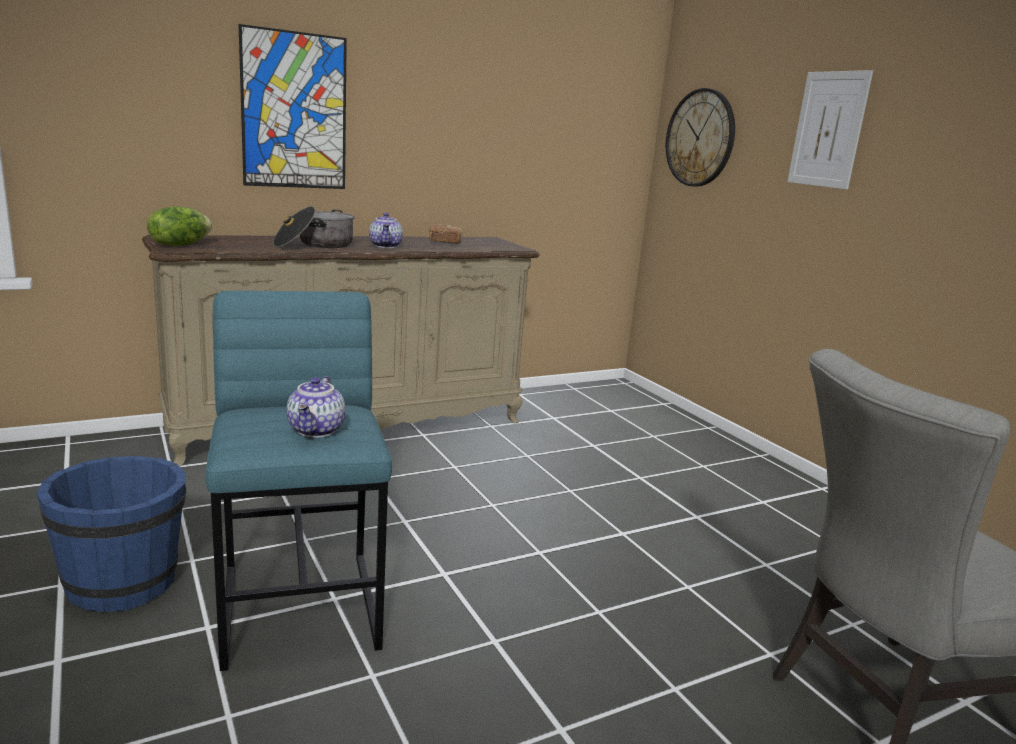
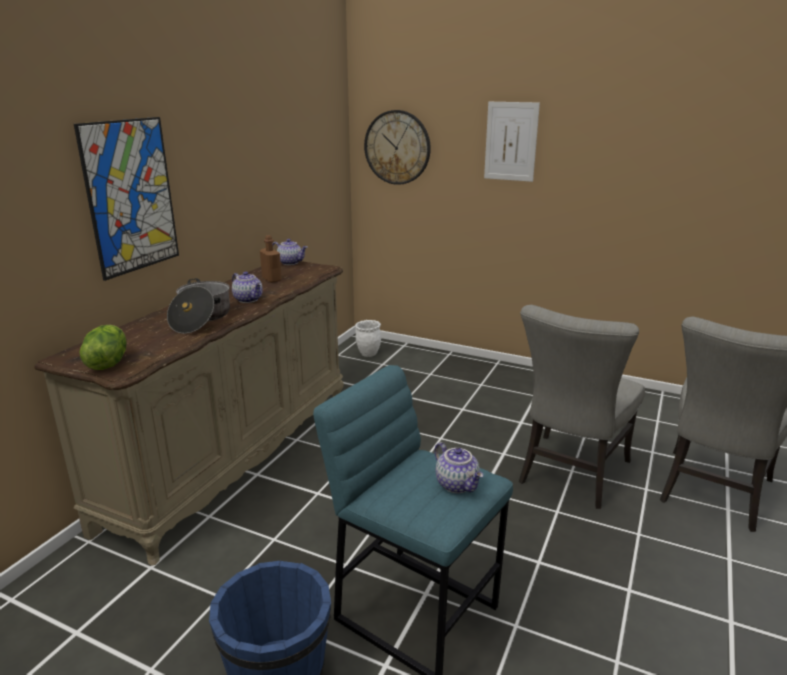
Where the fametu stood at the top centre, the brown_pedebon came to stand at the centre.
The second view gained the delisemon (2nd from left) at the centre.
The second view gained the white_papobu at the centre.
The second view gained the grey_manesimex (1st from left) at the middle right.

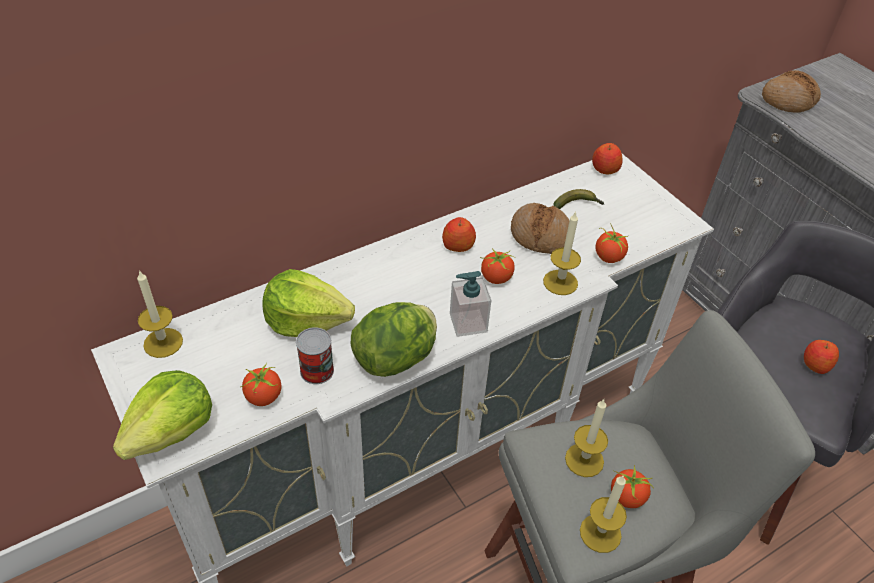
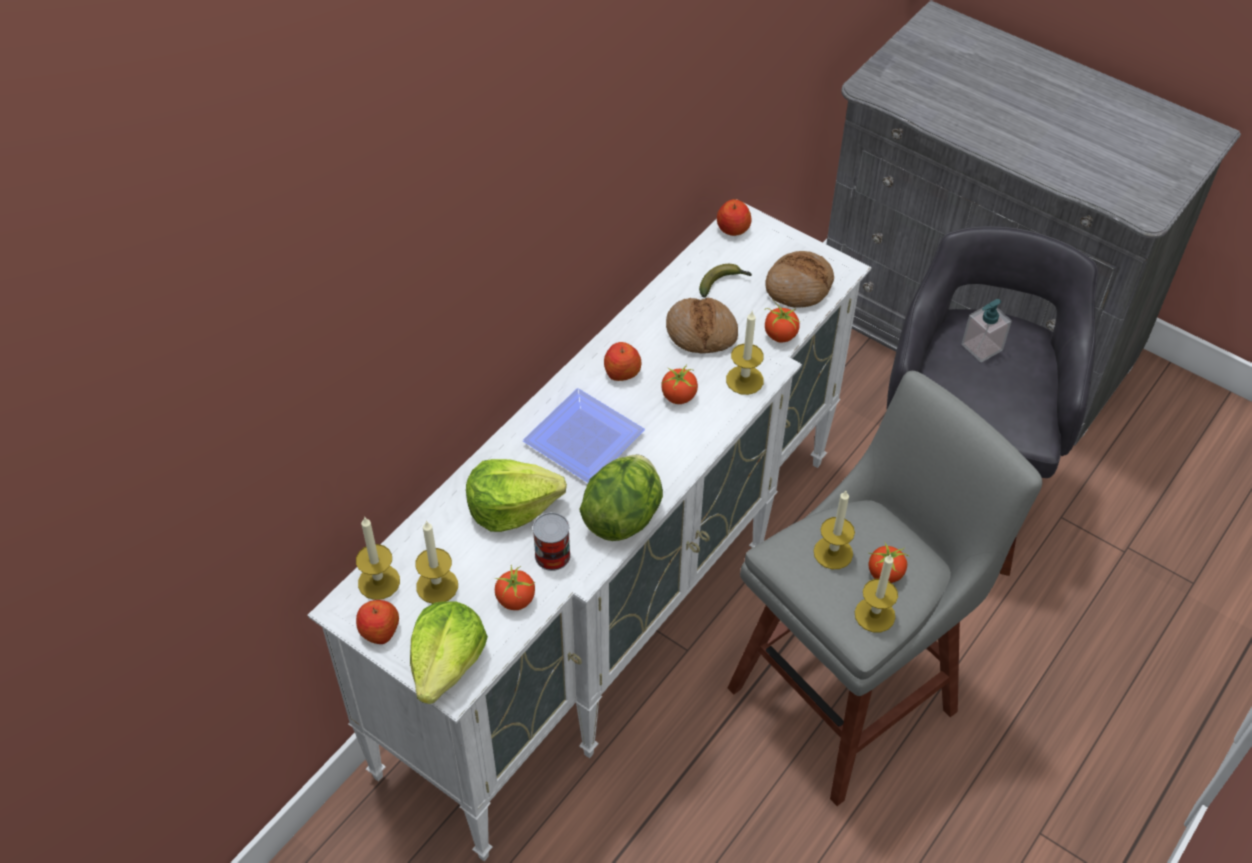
The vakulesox (3rd from left in the first image) ended up elsewhere, having gone from the middle right to the bottom left.
The second view gained the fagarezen (2nd from left) at the centre.
The second view gained the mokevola at the centre.
The fametu (2nd from left) ended up elsewhere, having gone from the top right to the top centre.
The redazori ended up elsewhere, having gone from the centre to the middle right.

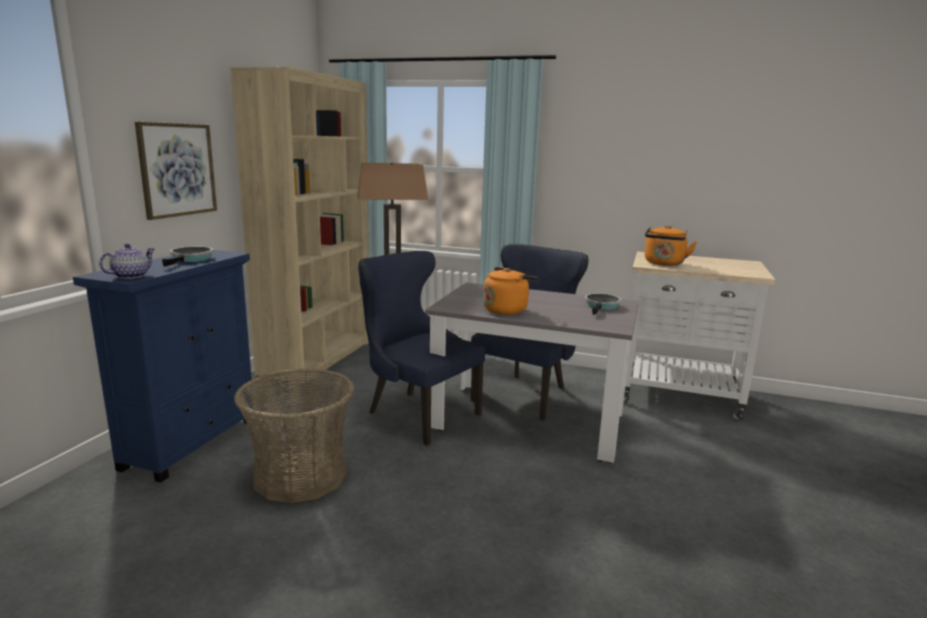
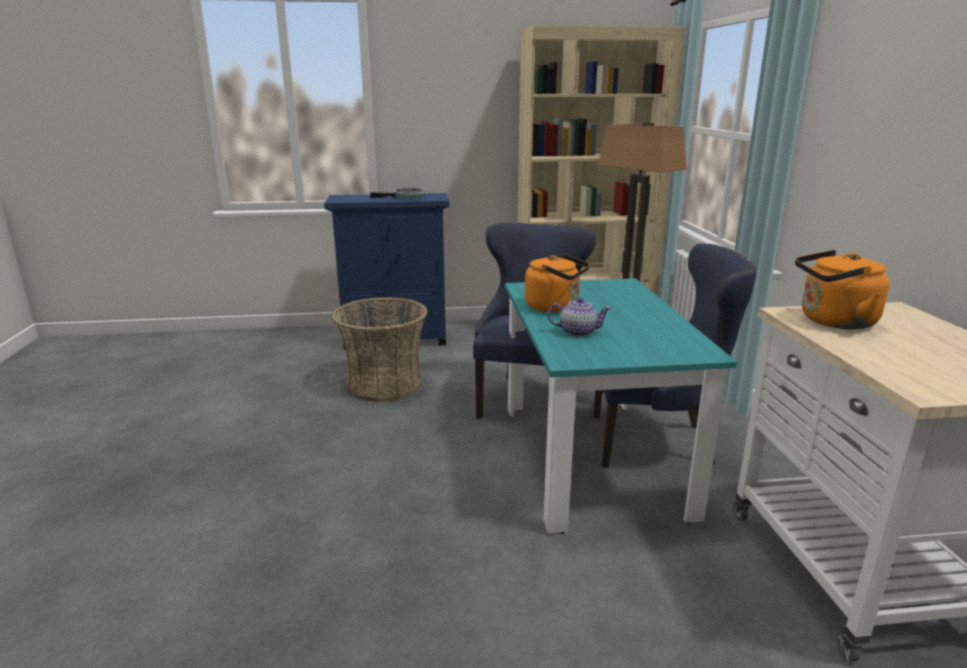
What was the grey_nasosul at the centre turned into the turquoise_nasosul at the centre.
The delisemon ended up elsewhere, having gone from the middle left to the centre.
The second view lost the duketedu at the top left.
The second view lost the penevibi (2nd from left) at the centre.

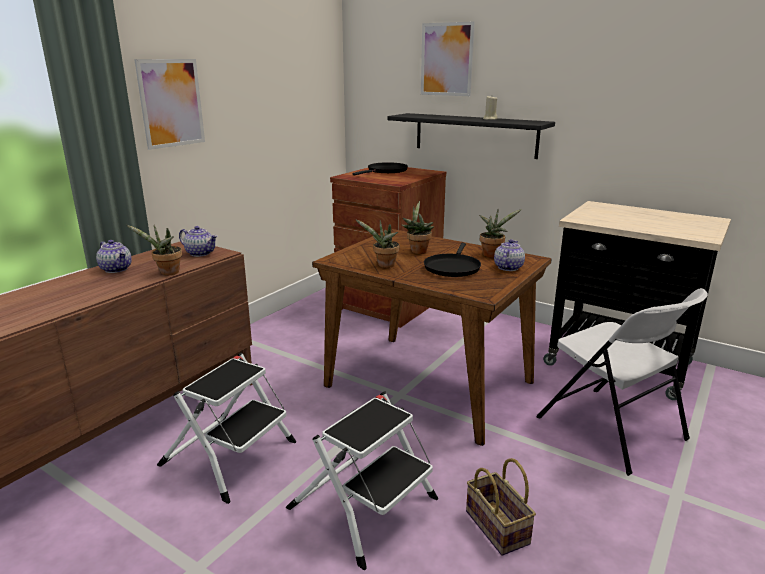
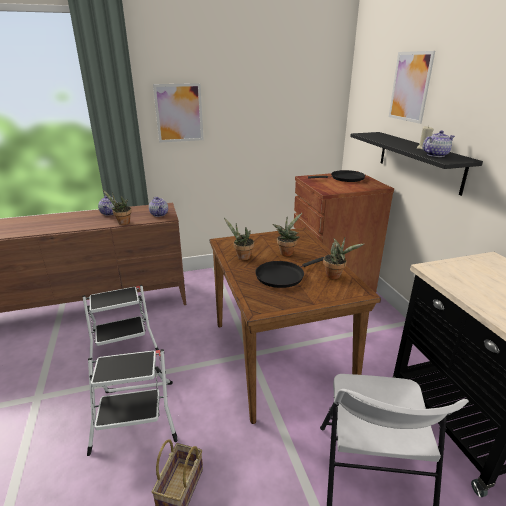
The delisemon (3rd from left) ended up elsewhere, having gone from the centre to the top right.

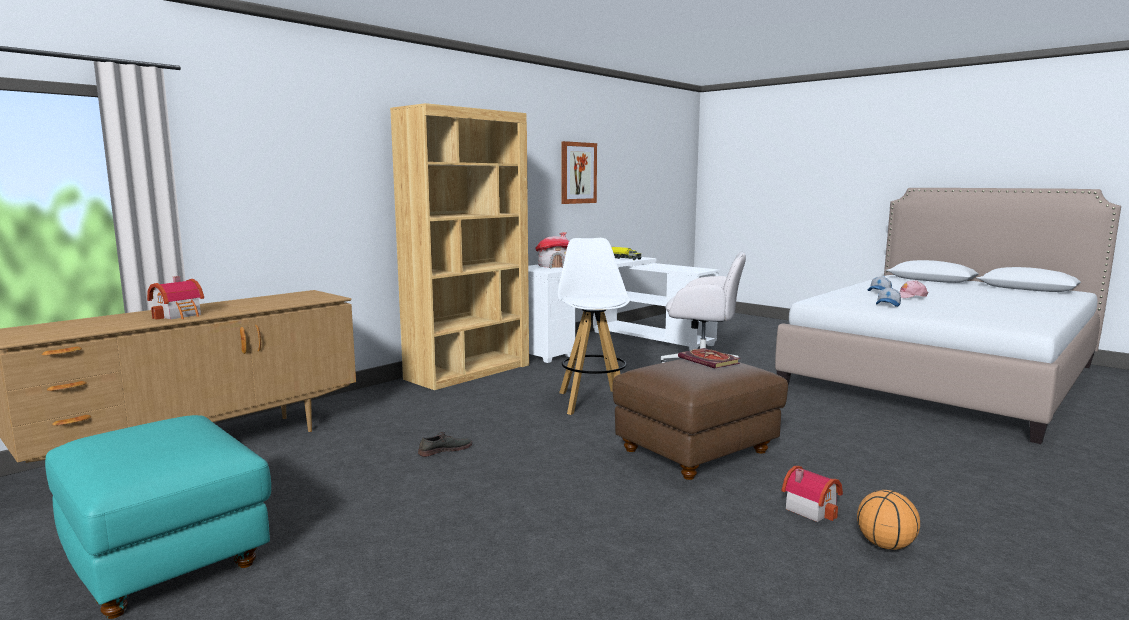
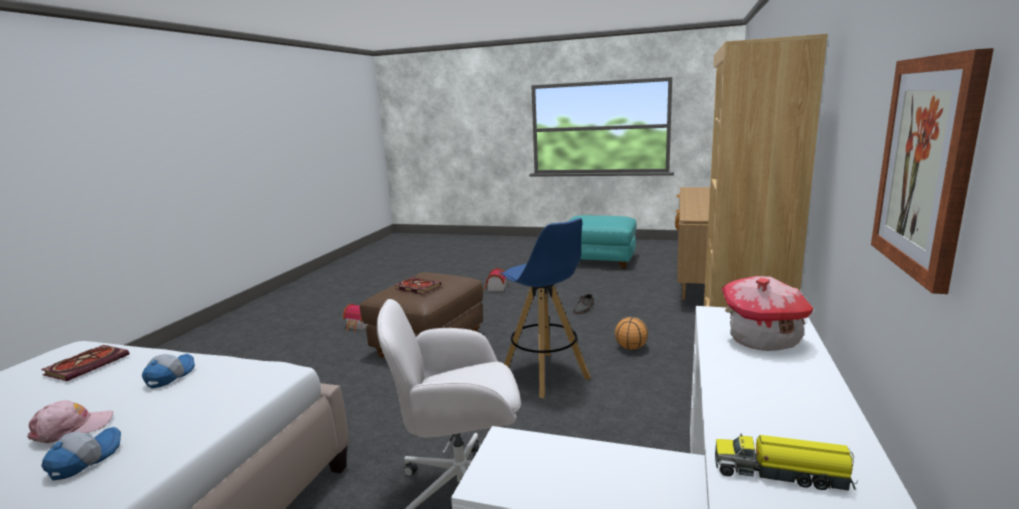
The second view gained the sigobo (1st from left) at the bottom left.
The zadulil (1st from left in the first image) ended up elsewhere, having gone from the middle left to the centre.
What was the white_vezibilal at the centre turned into the blue_vezibilal at the centre.
The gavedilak ended up elsewhere, having gone from the bottom right to the centre.

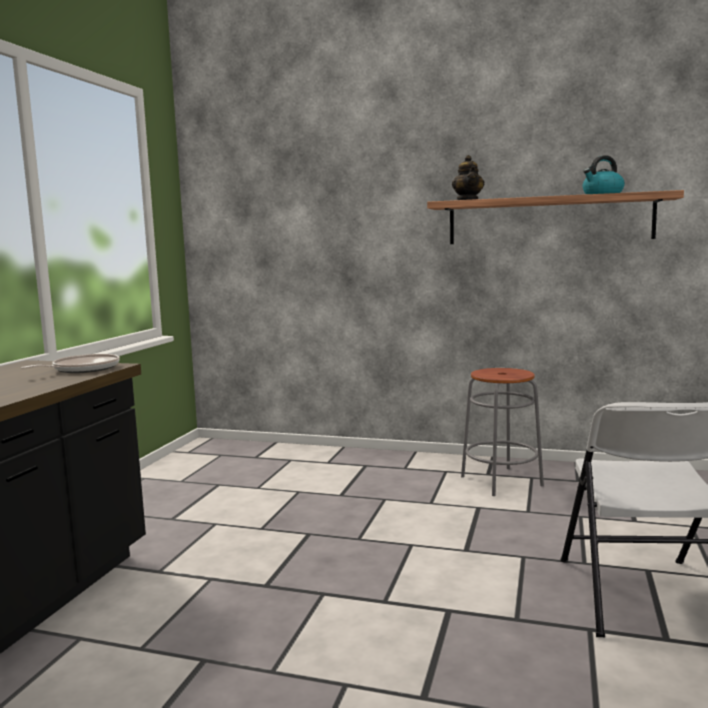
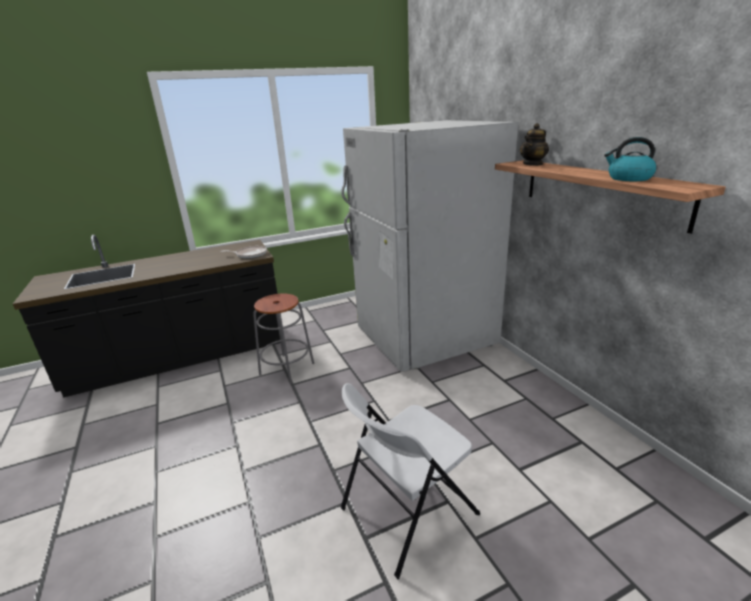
The grey_vezibilal ended up elsewhere, having gone from the middle right to the centre.
The second view gained the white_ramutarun at the centre.

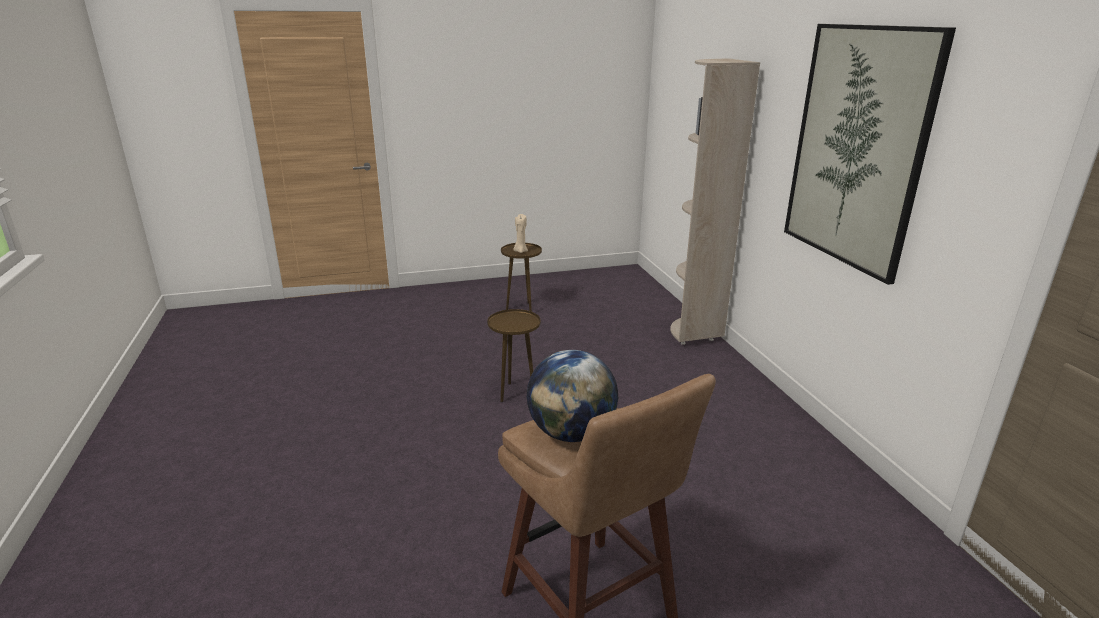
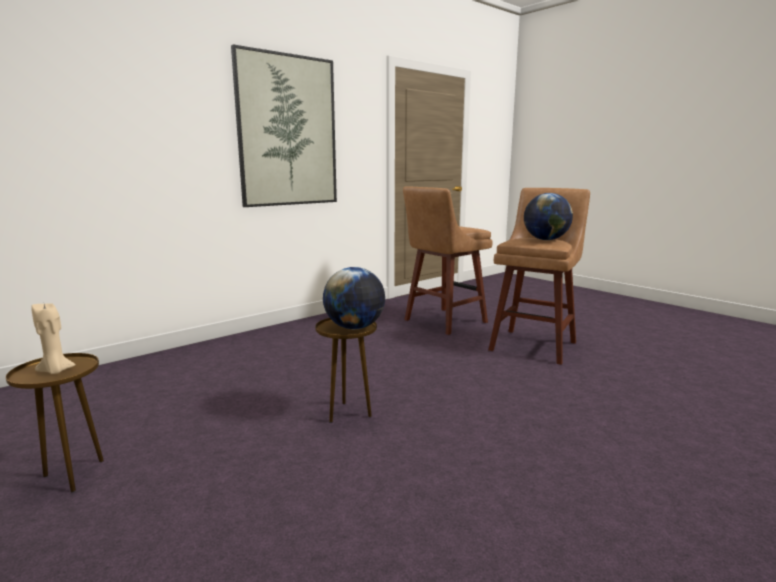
The second view gained the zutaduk (1st from left) at the centre.
The second view gained the brown_vezibilal (1st from left) at the centre.
The second view lost the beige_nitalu at the top centre.

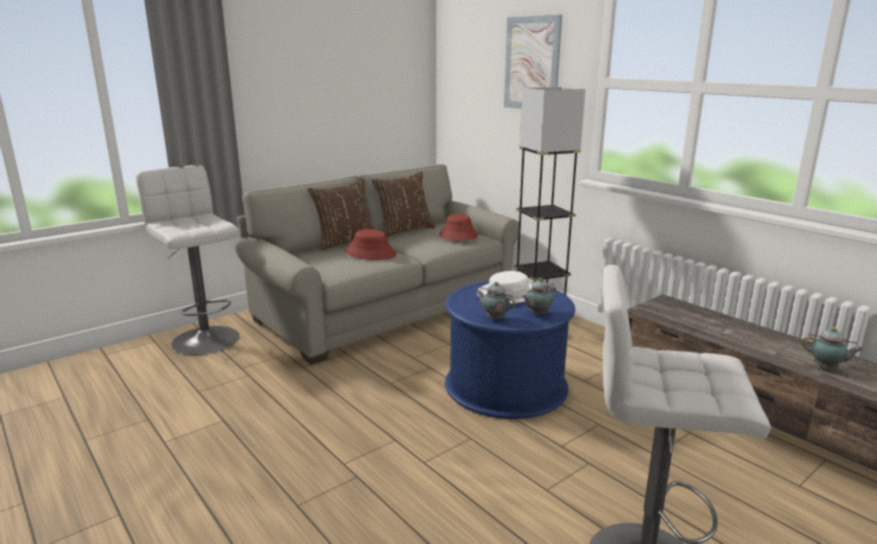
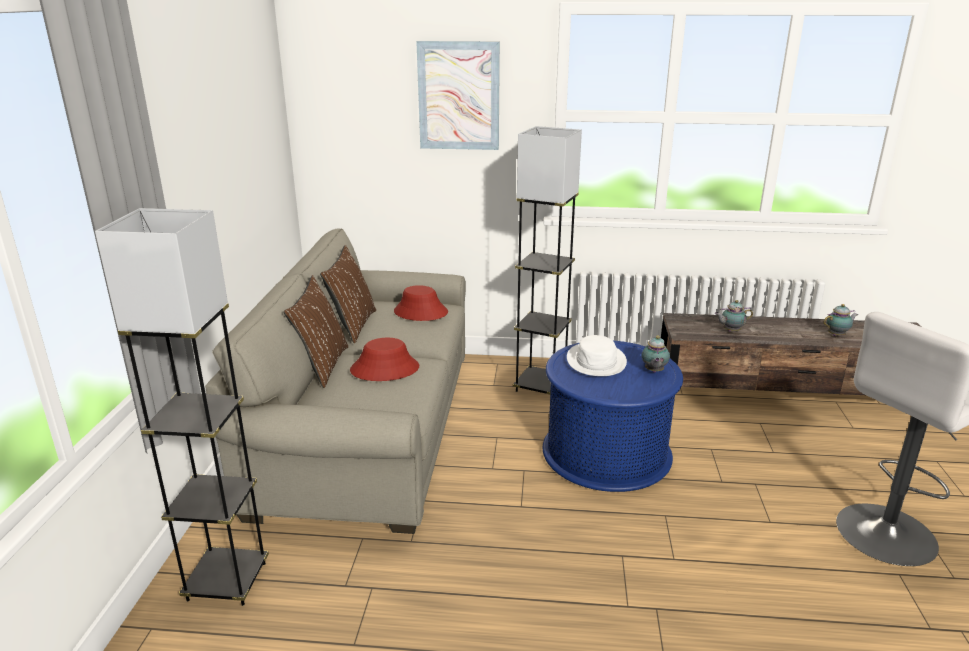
Where the white_vezibilal (1st from left) stood at the middle left, the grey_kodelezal (1st from left) came to stand at the middle left.
The delisemon (1st from left in the first image) ended up elsewhere, having gone from the centre to the middle right.

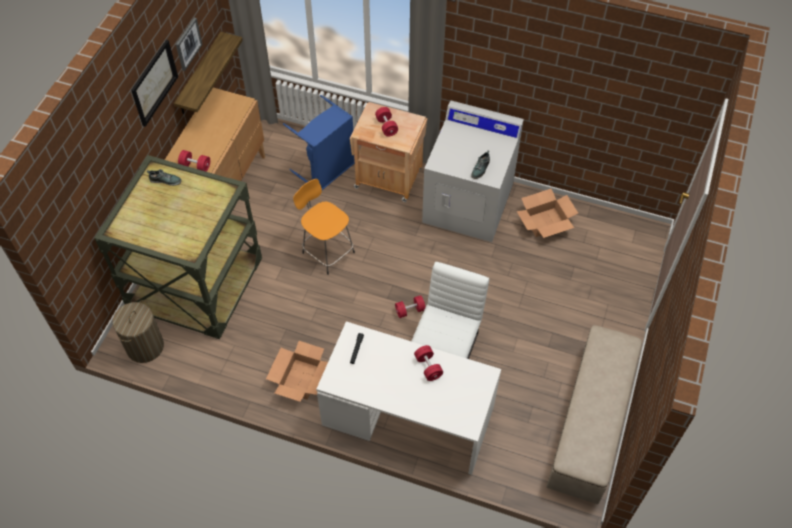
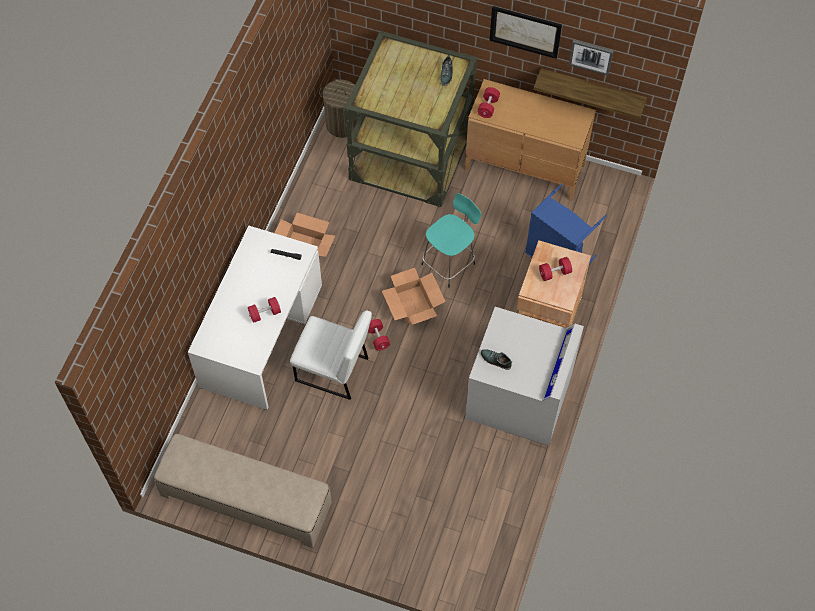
The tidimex (2nd from left) ended up elsewhere, having gone from the middle right to the centre.
What was the orange_vezibilal at the centre turned into the turquoise_vezibilal at the centre.

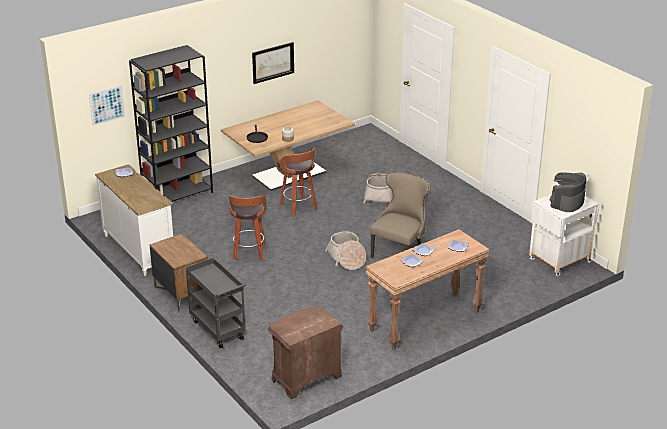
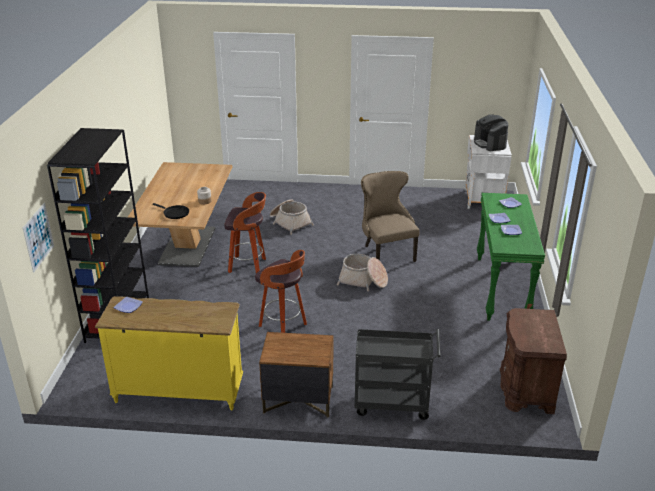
What was the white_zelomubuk at the middle left turned into the yellow_zelomubuk at the bottom left.
What was the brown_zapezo at the bottom centre turned into the green_zapezo at the middle right.
The second view lost the duketedu (2nd from left) at the top centre.

